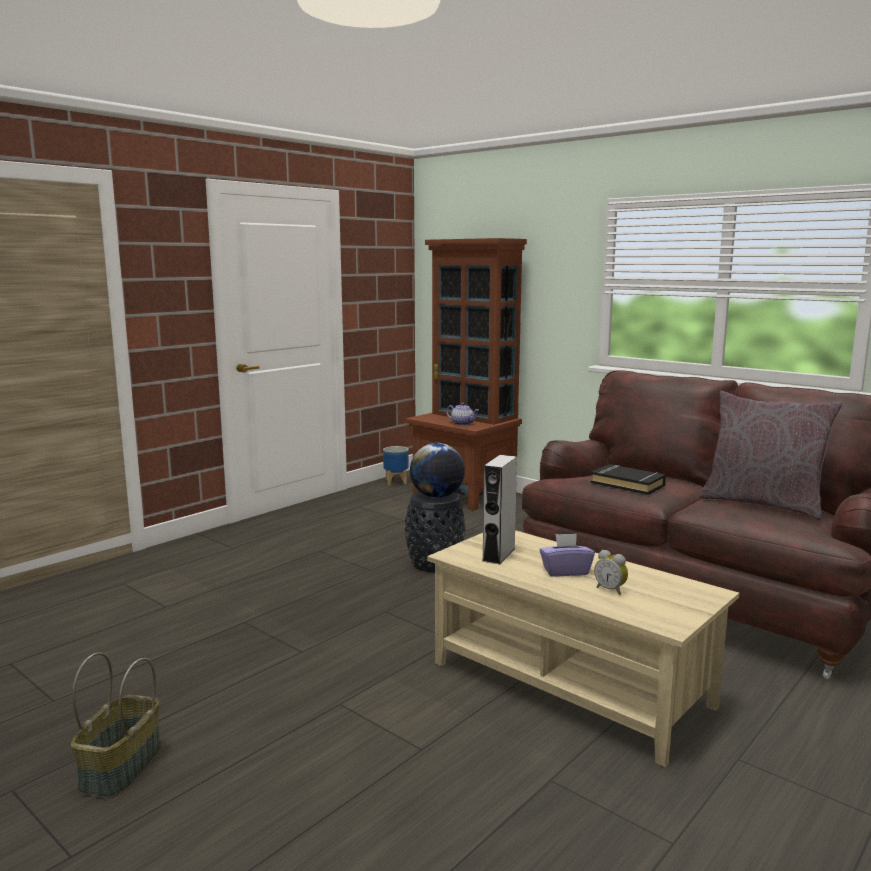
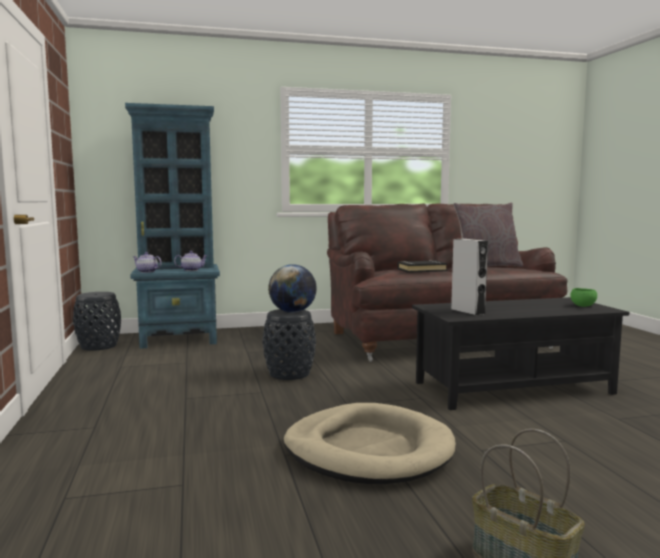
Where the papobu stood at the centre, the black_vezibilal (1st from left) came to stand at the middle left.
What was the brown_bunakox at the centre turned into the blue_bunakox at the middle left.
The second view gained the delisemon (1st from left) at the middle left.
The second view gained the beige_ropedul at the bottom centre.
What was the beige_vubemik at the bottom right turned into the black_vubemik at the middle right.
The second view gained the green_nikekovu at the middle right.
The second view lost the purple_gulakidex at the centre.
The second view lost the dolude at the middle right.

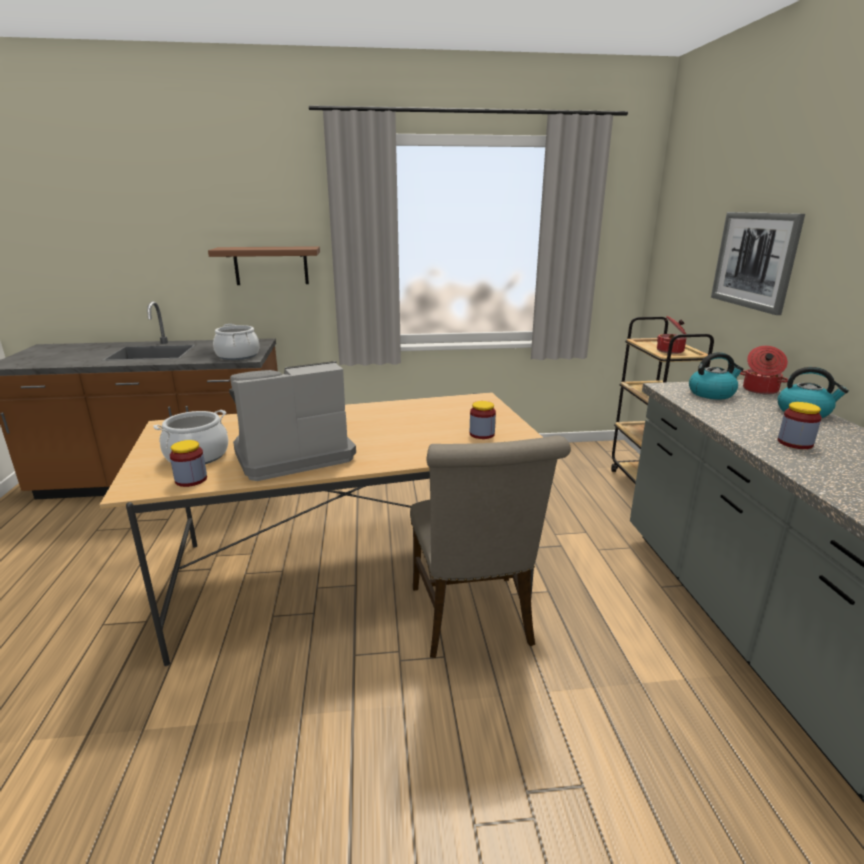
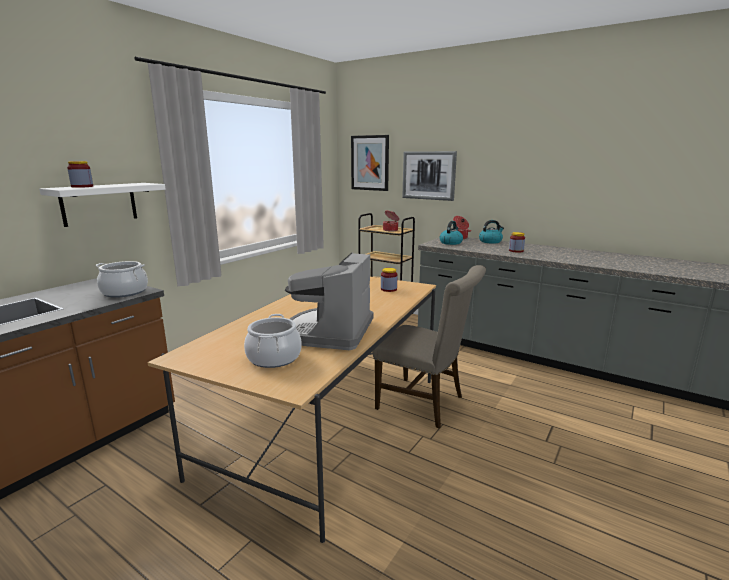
What was the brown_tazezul at the top left turned into the white_tazezul at the middle left.
The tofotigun (1st from left) ended up elsewhere, having gone from the middle left to the top left.
The second view gained the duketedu (1st from left) at the top centre.

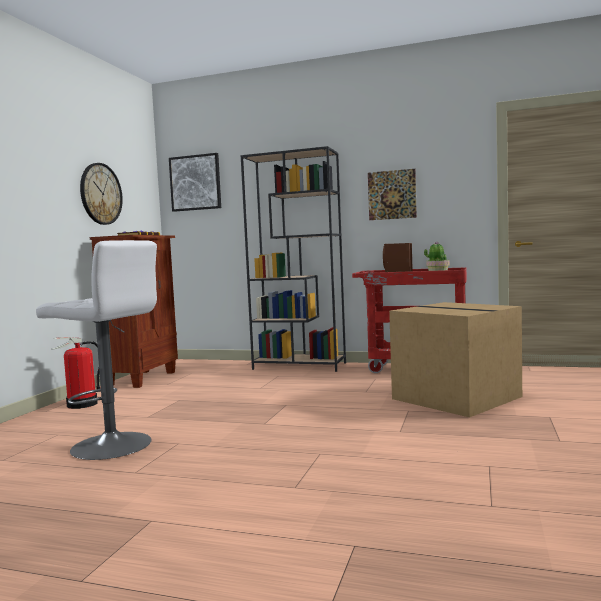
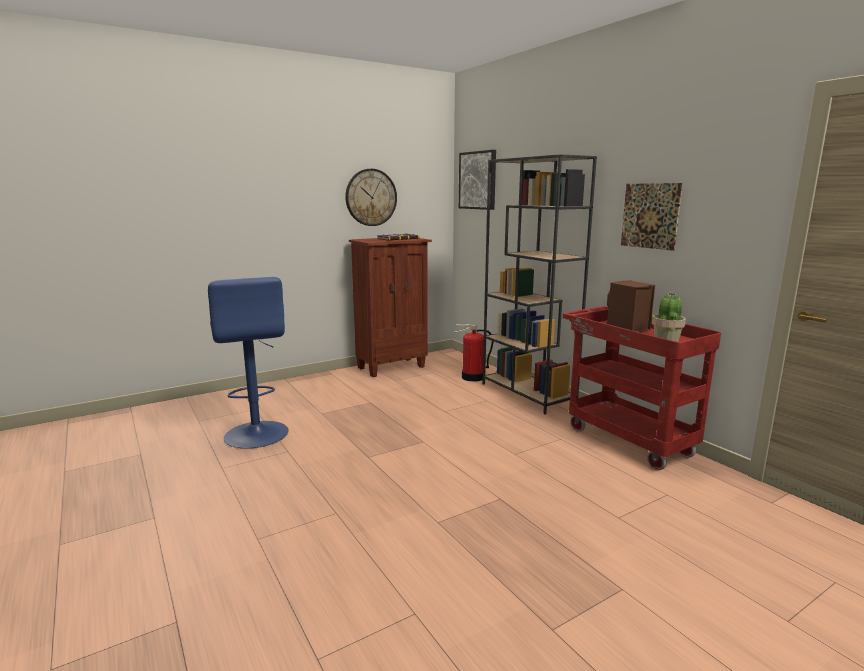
What was the white_vezibilal at the middle left turned into the blue_vezibilal at the middle left.
The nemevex ended up elsewhere, having gone from the middle left to the centre.
The second view lost the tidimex at the middle right.

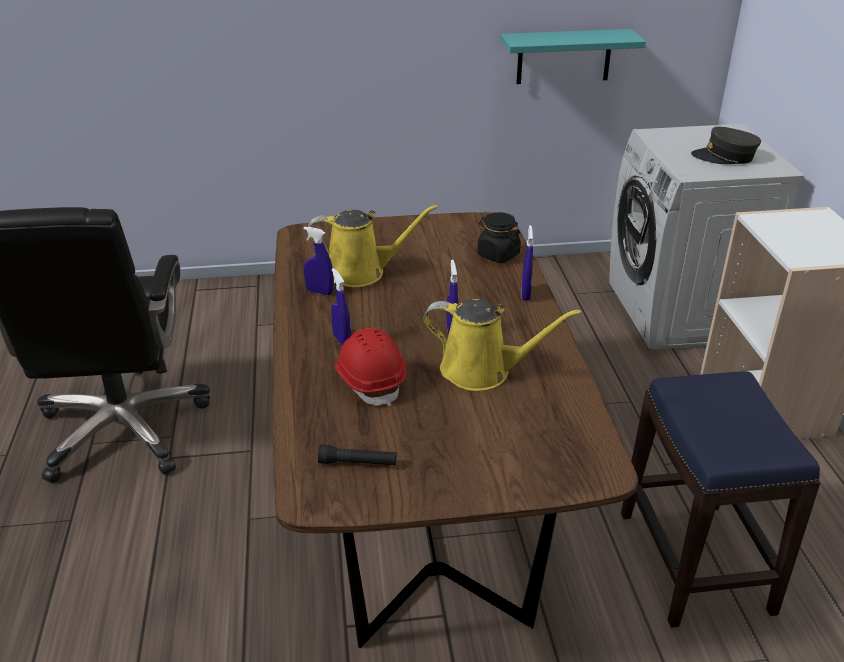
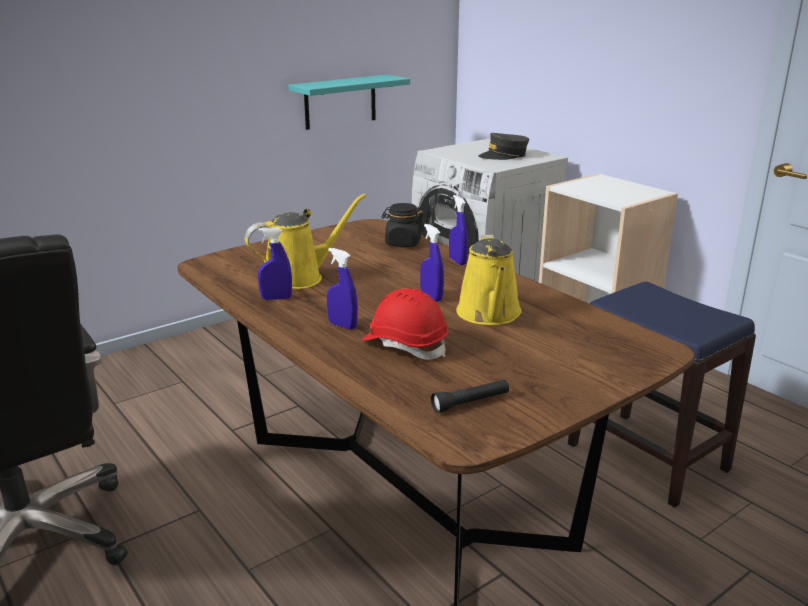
The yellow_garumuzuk (2nd from left) at the centre ended up facing another way, 105 degrees clockwise from before.

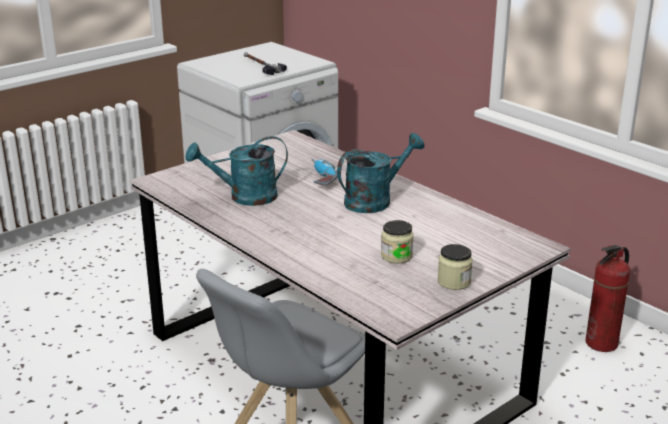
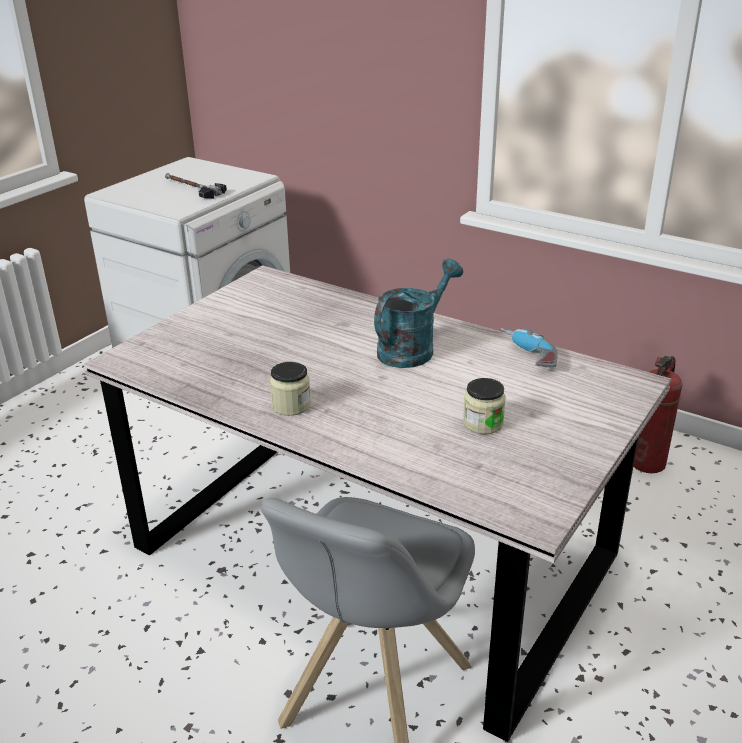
The tofotigun (2nd from left in the first image) ended up elsewhere, having gone from the middle right to the centre.
The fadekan ended up elsewhere, having gone from the centre to the middle right.
The second view lost the turquoise_garumuzuk (1st from left) at the centre.

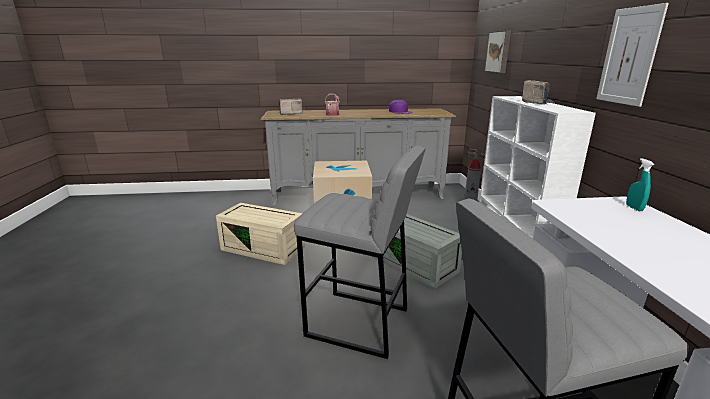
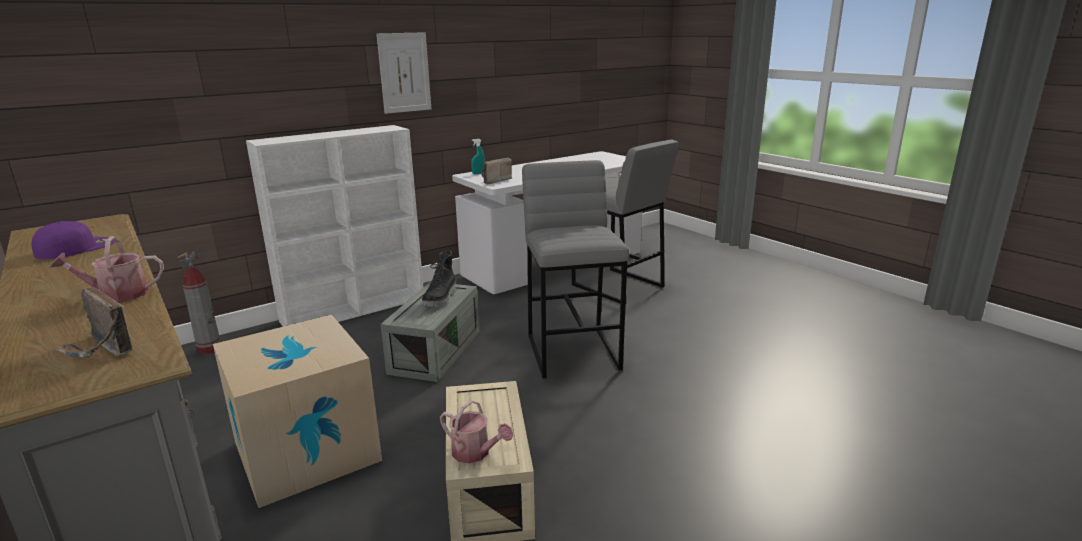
The second view gained the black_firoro at the centre.
The second view gained the garumuzuk (2nd from left) at the bottom centre.
The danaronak (2nd from left) ended up elsewhere, having gone from the top right to the top centre.
The second view lost the duketedu (1st from left) at the top right.

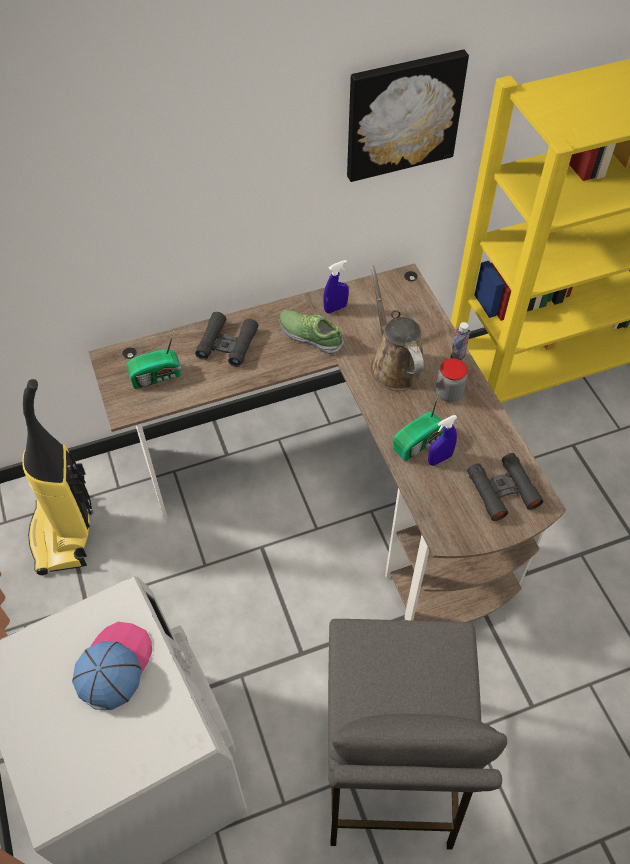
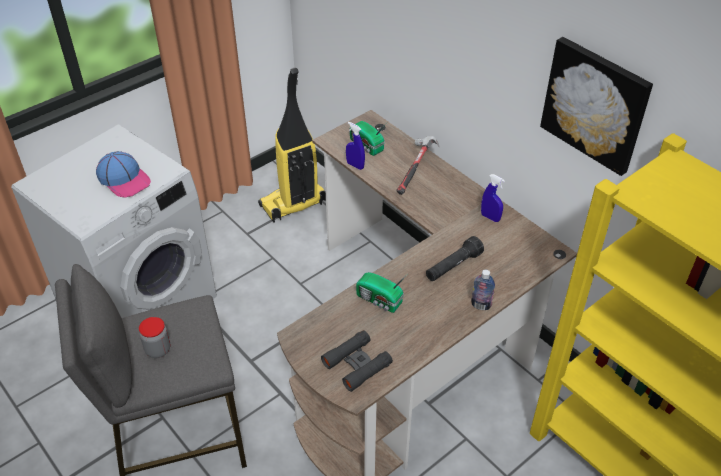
The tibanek at the bottom left ended up facing another way, 45 degrees clockwise from before.
The tofotigun ended up elsewhere, having gone from the middle right to the bottom left.
The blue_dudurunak (2nd from left in the first image) ended up elsewhere, having gone from the middle right to the top centre.
Where the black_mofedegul (1st from left) stood at the centre, the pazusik came to stand at the centre.
Where the brown_garumuzuk stood at the centre, the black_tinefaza came to stand at the centre.
The second view lost the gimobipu at the centre.

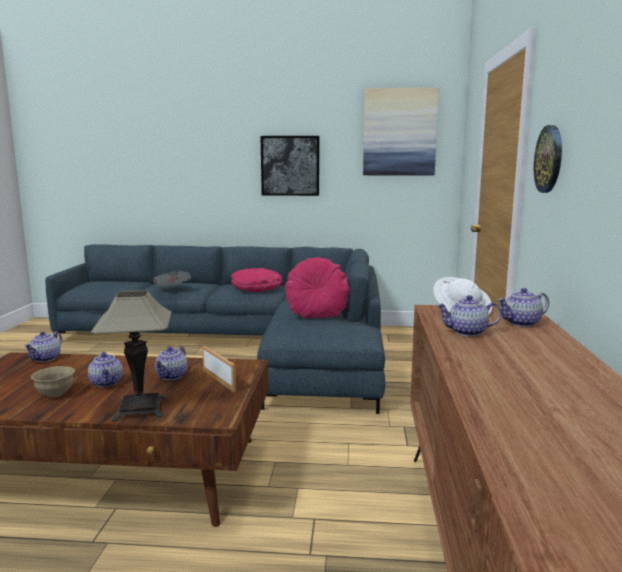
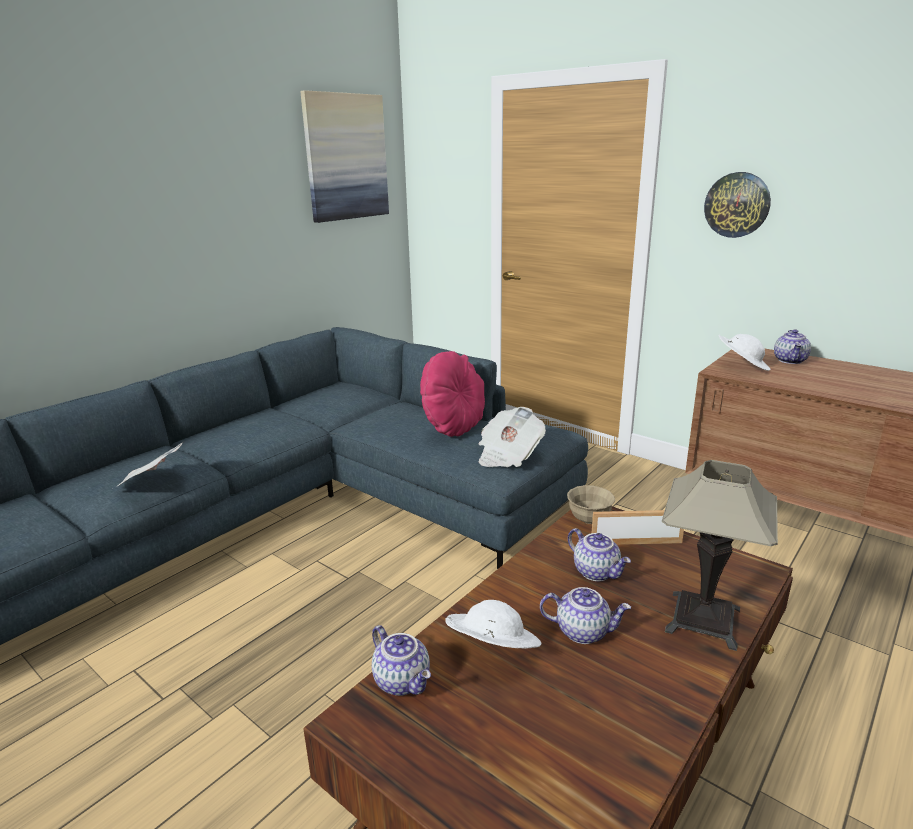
The second view gained the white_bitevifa (1st from left) at the bottom centre.
The second view gained the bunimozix (2nd from left) at the centre.
The beige_nikekovu ended up elsewhere, having gone from the middle left to the centre.
The second view lost the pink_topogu (1st from left) at the centre.
The second view lost the duketedu (1st from left) at the top centre.
The second view lost the delisemon (4th from left) at the middle right.

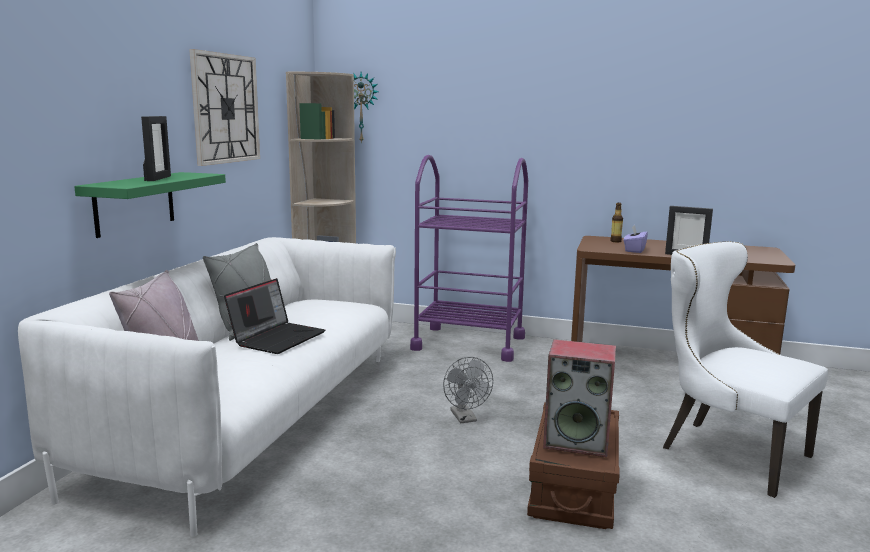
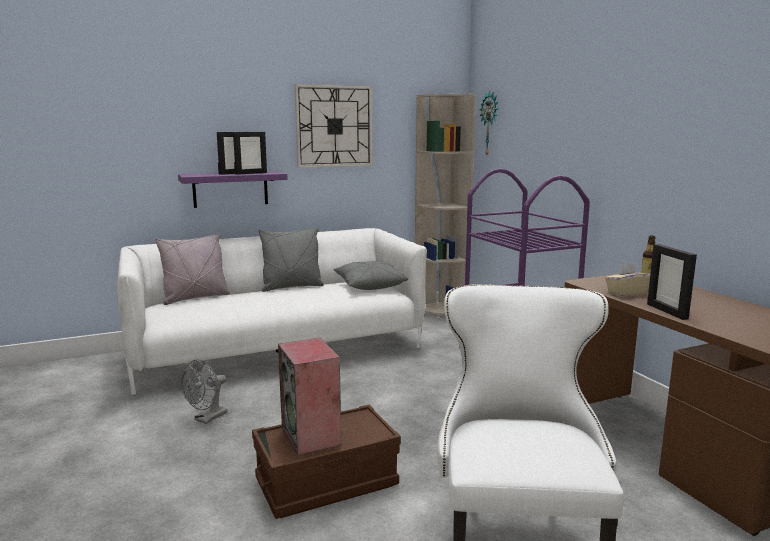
What was the green_tazezul at the middle left turned into the purple_tazezul at the middle left.
The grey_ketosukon ended up elsewhere, having gone from the bottom centre to the bottom left.
The second view gained the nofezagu (2nd from left) at the top left.
The second view gained the grey_topogu (2nd from left) at the centre.
What was the purple_gulakidex at the middle right turned into the beige_gulakidex at the middle right.
The second view lost the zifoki at the middle left.

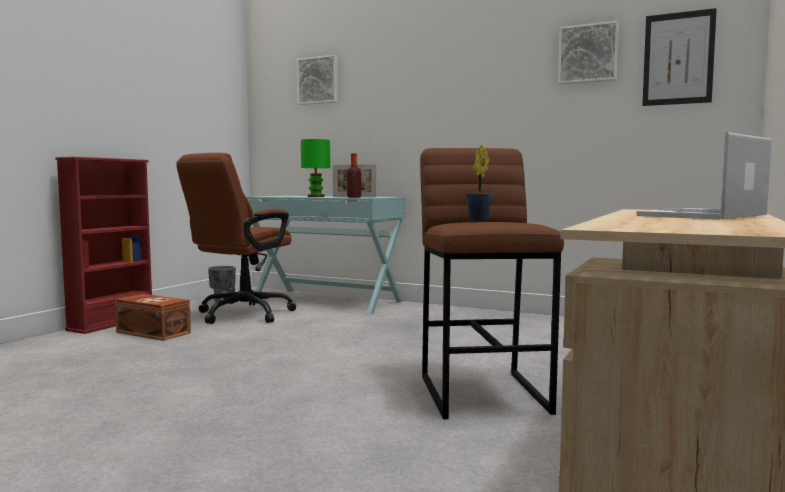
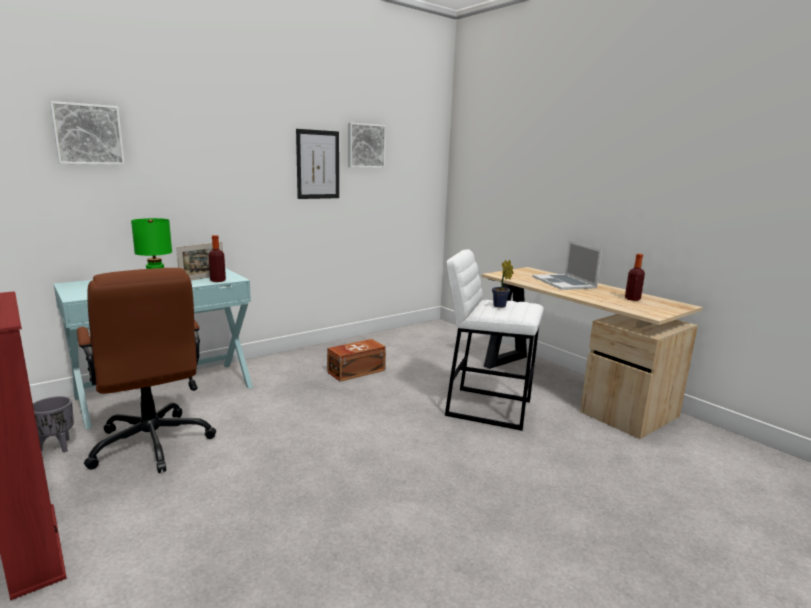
The duketedu (3rd from left in the first image) ended up elsewhere, having gone from the top right to the top centre.
The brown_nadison ended up elsewhere, having gone from the middle left to the centre.
What was the brown_vezibilal at the centre turned into the white_vezibilal at the centre.
The second view gained the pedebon (2nd from left) at the middle right.

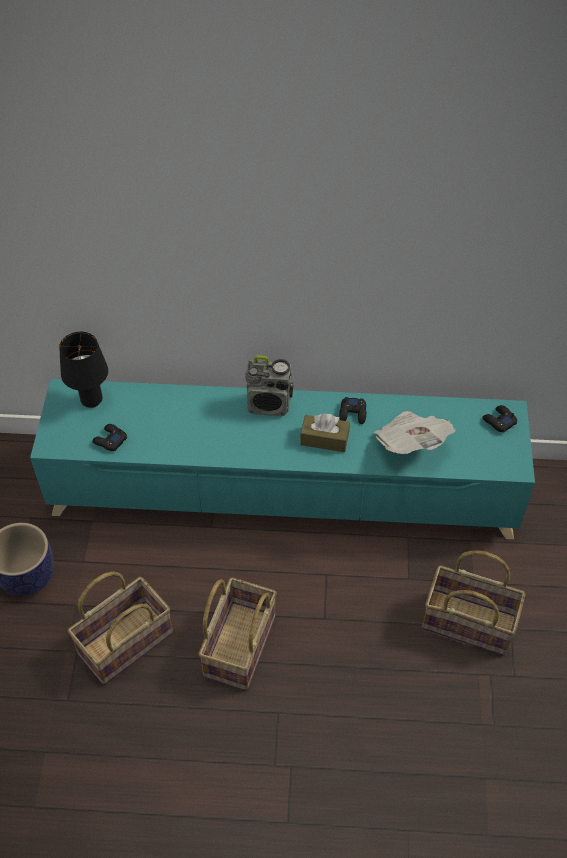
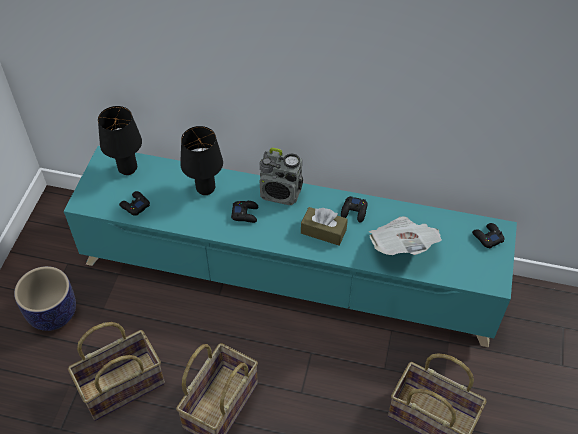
The second view gained the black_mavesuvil (2nd from left) at the centre.
The second view gained the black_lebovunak (2nd from left) at the centre.

